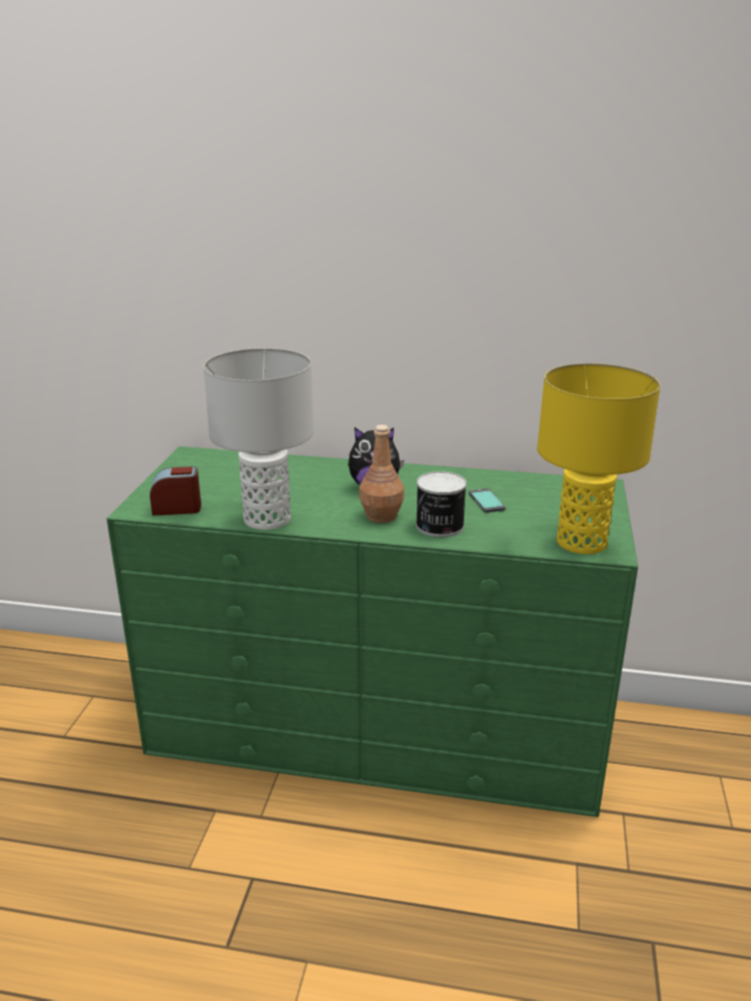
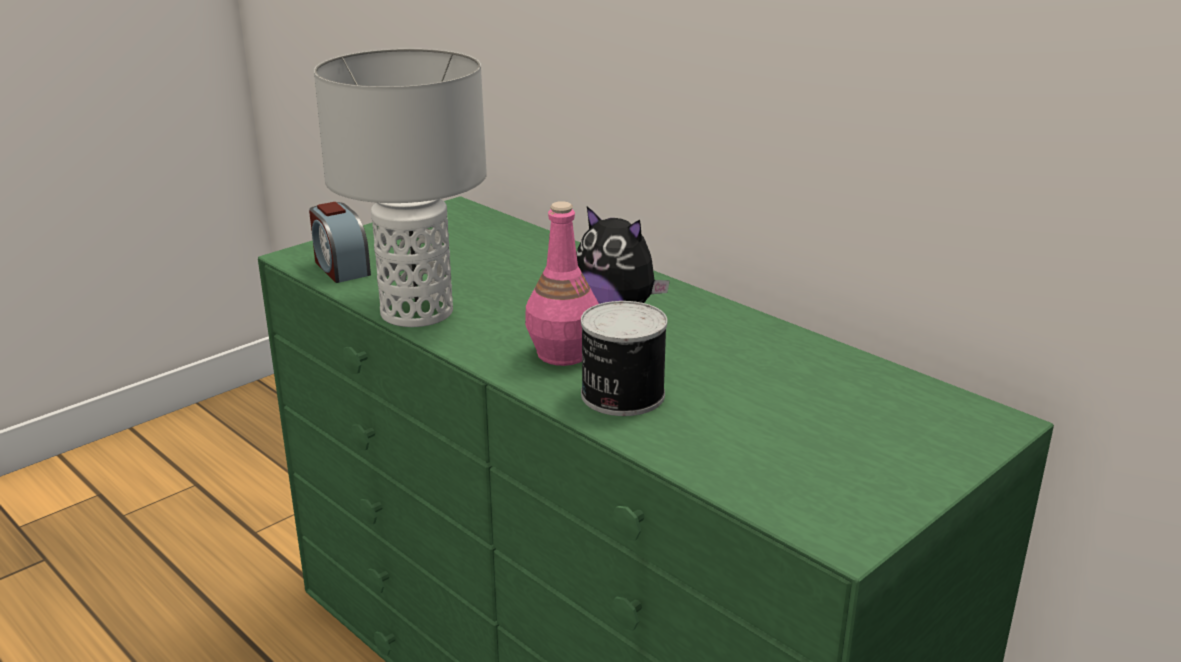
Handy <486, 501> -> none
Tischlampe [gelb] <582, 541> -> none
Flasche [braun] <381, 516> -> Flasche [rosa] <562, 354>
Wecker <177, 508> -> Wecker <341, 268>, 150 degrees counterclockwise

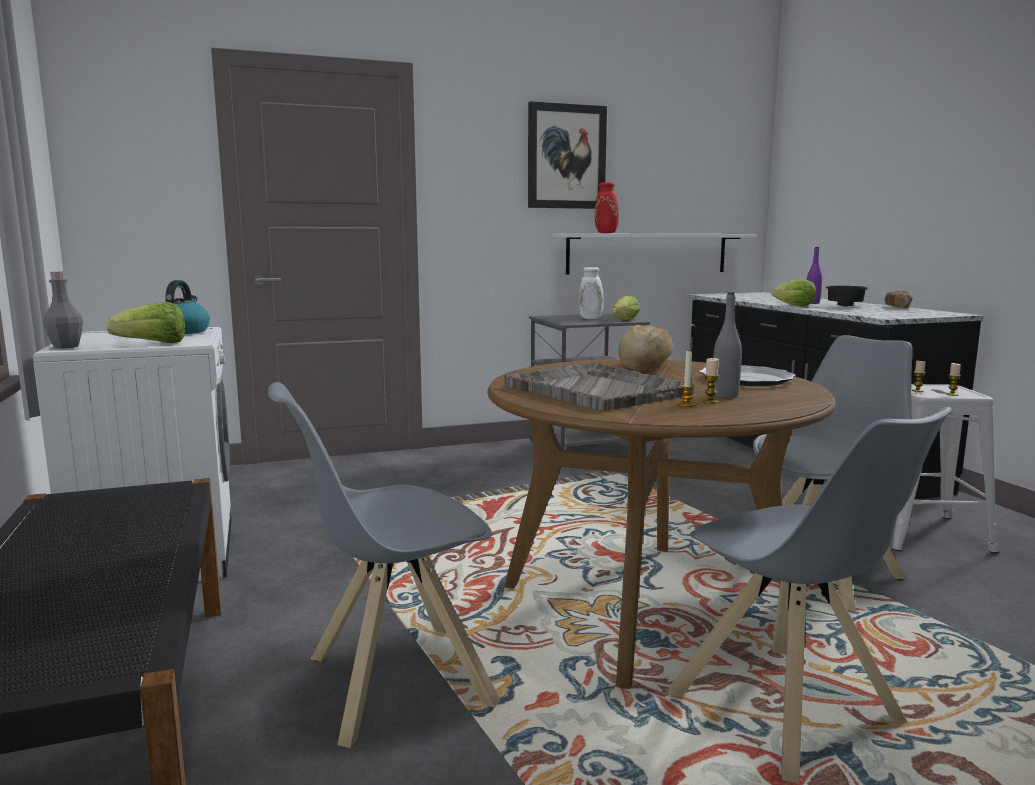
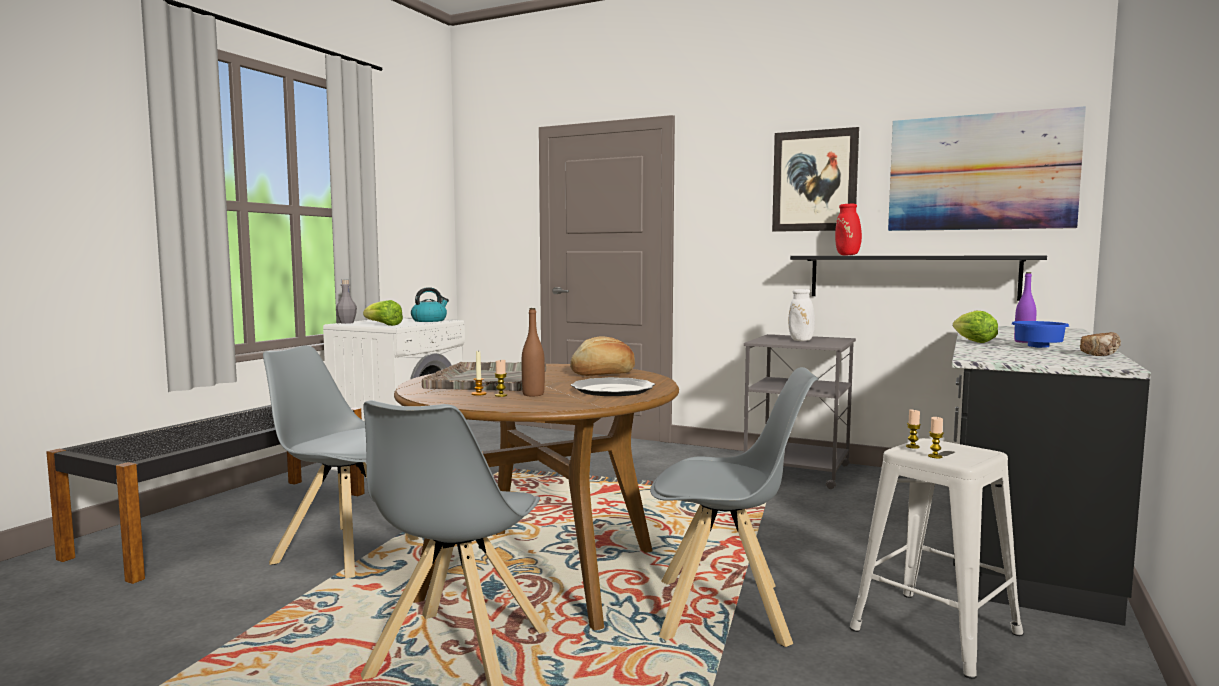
Salatkopf <624, 320> -> none
none -> Bild <981, 172>
Wandregal [weiß] <647, 253> -> Wandregal [schwarz] <911, 277>
Flasche [grau] <725, 395> -> Flasche [braun] <533, 394>
Schüssel [schwarz] <844, 306> -> Schüssel [blau] <1038, 347>

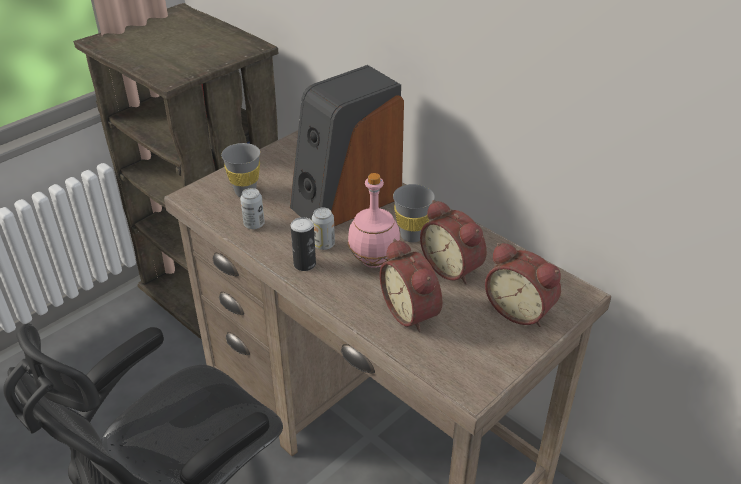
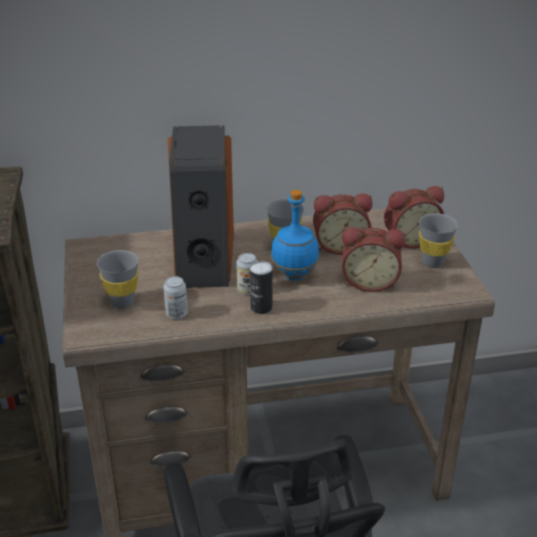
none -> Tasse [grau] <433, 262>
Flasche [rosa] <373, 261> -> Flasche [blau] <295, 275>

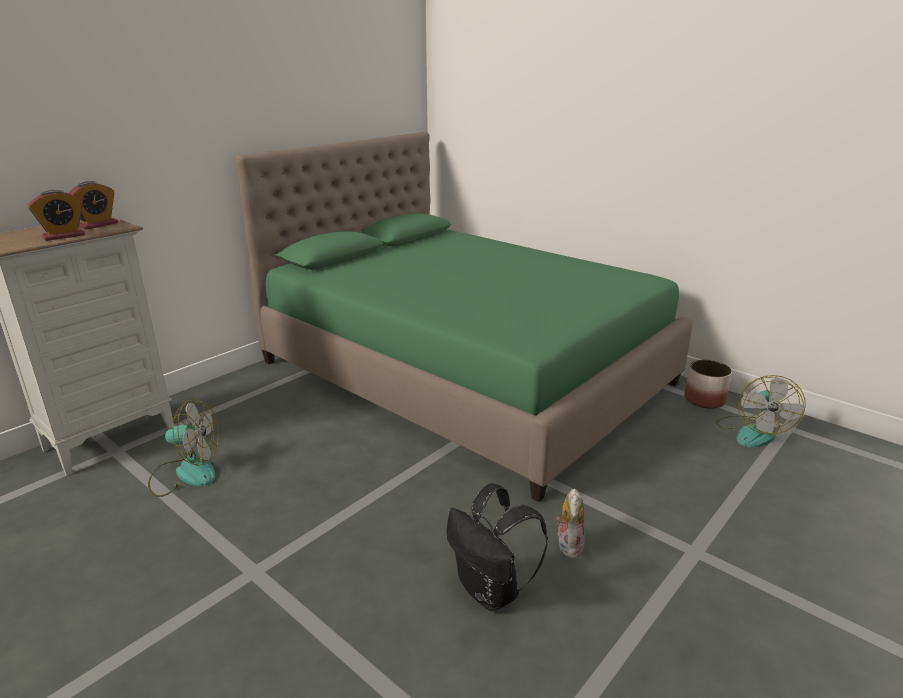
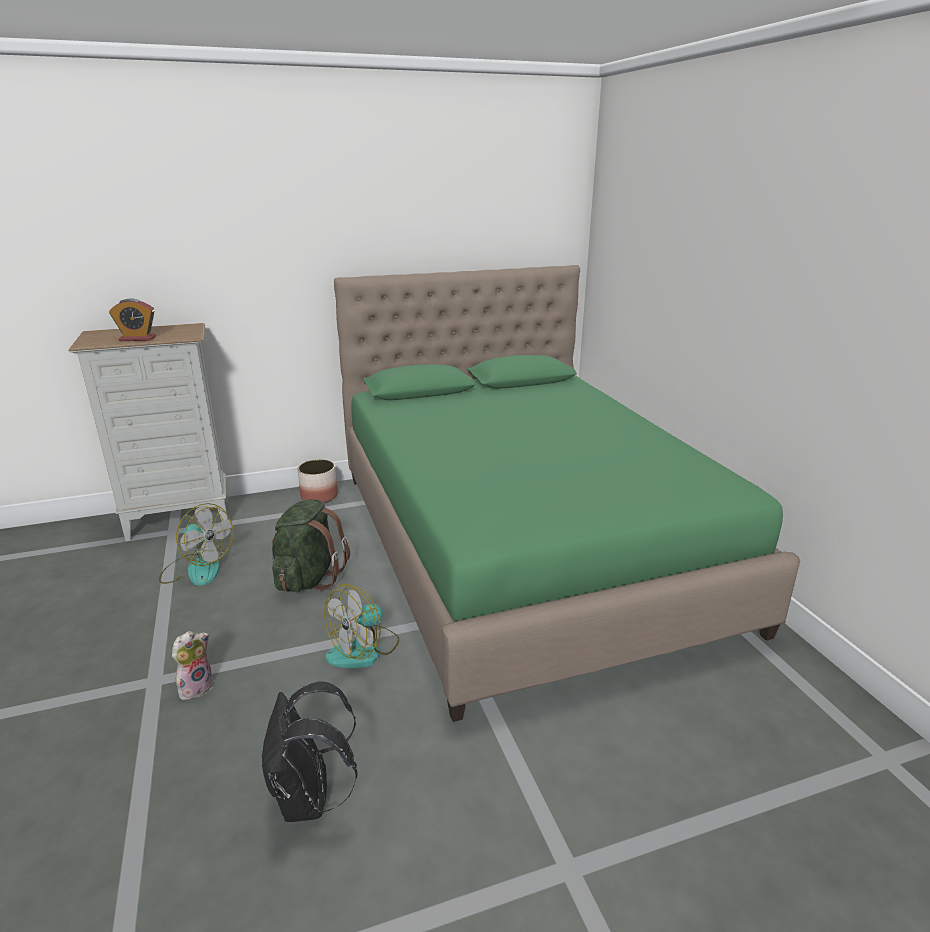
Wecker <98, 225> -> none
none -> Rucksack [grün] <309, 578>
Plüschtier <568, 544> -> Plüschtier <196, 687>, shifted
Pflanzkübel <704, 399> -> Pflanzkübel <319, 496>, shifted
Ventilator <752, 432> -> Ventilator <364, 649>, shifted

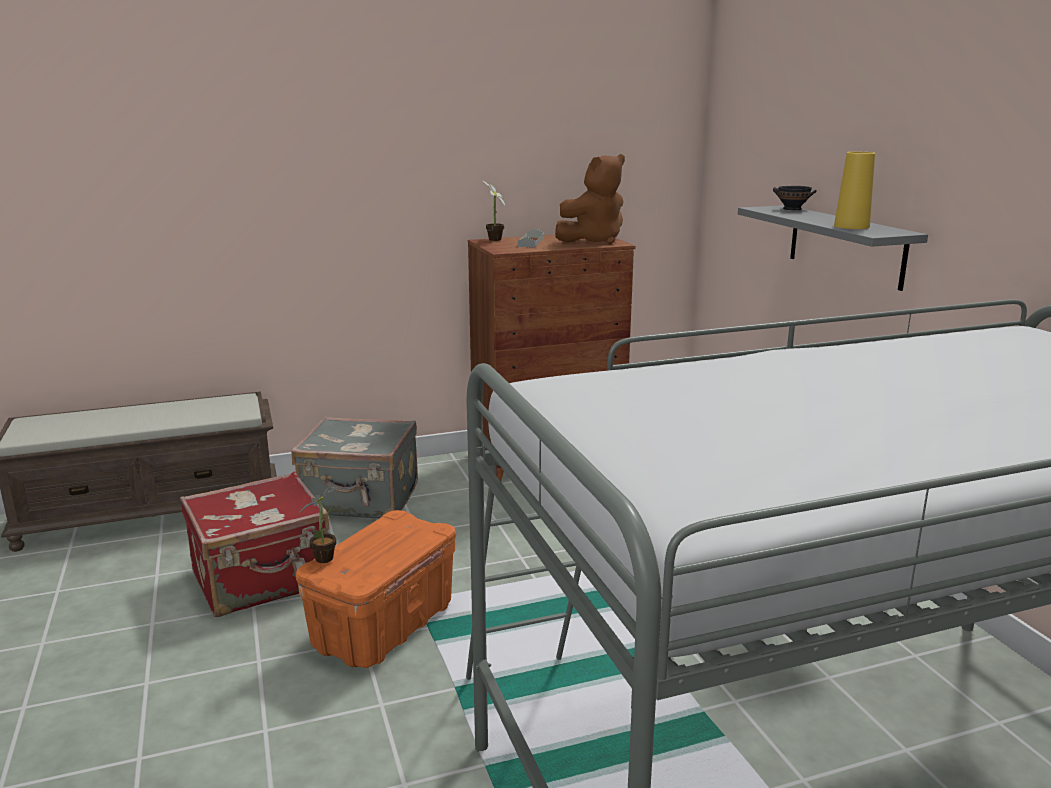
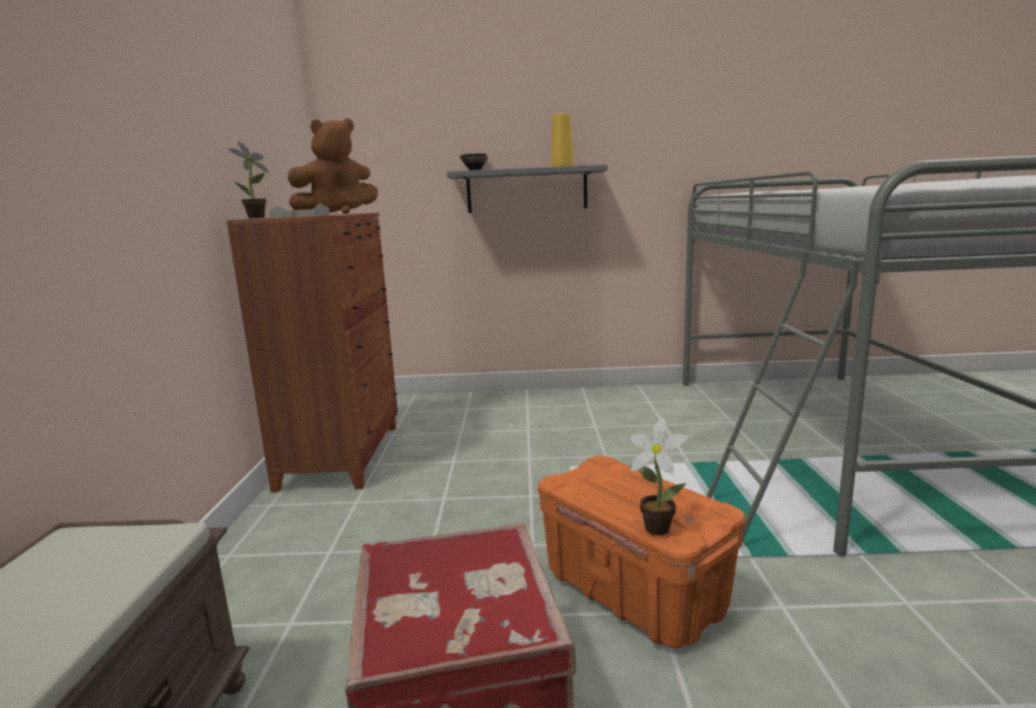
Koffer [grau] <361, 500> -> none
Plüschtier [braun] <593, 241> -> Plüschtier [braun] <337, 214>, 75 degrees clockwise

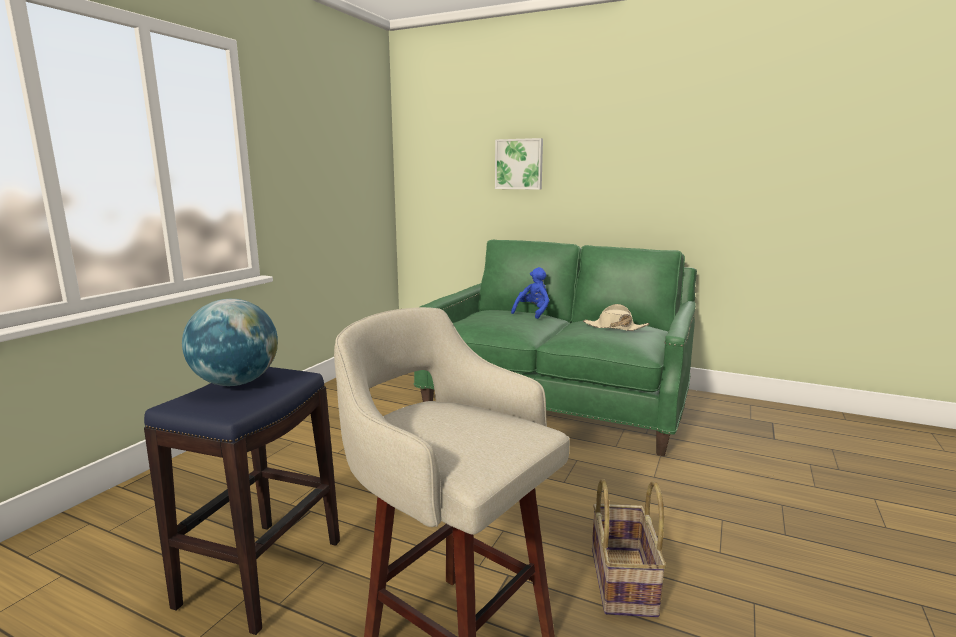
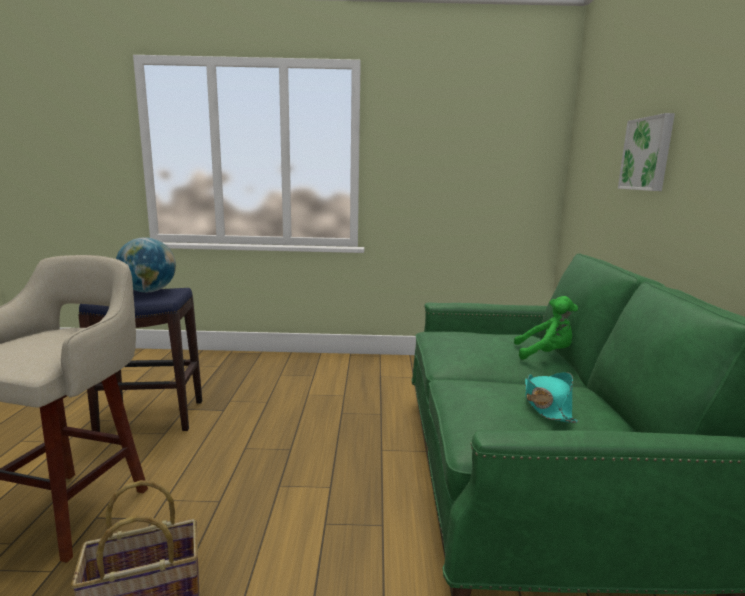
Plüschtier [blau] <533, 312> -> Plüschtier [grün] <545, 354>
Hut [beige] <614, 327> -> Hut [türkis] <547, 405>

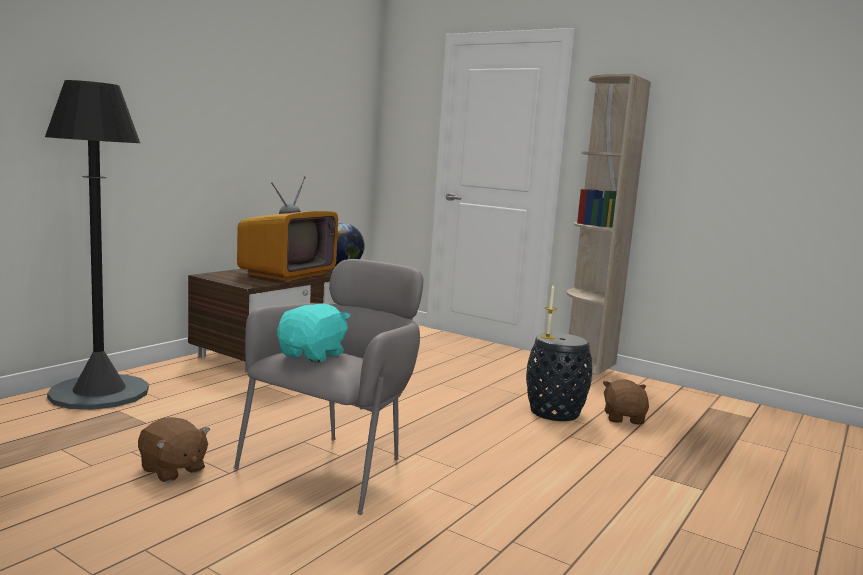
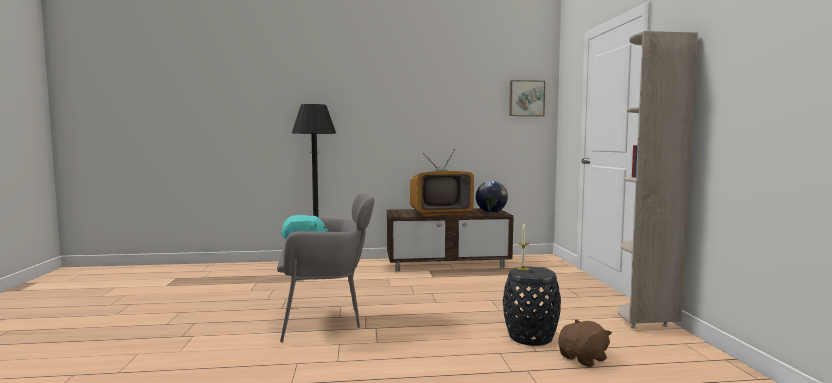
Plüschtier [braun] <172, 470> -> none
none -> Bild <526, 98>

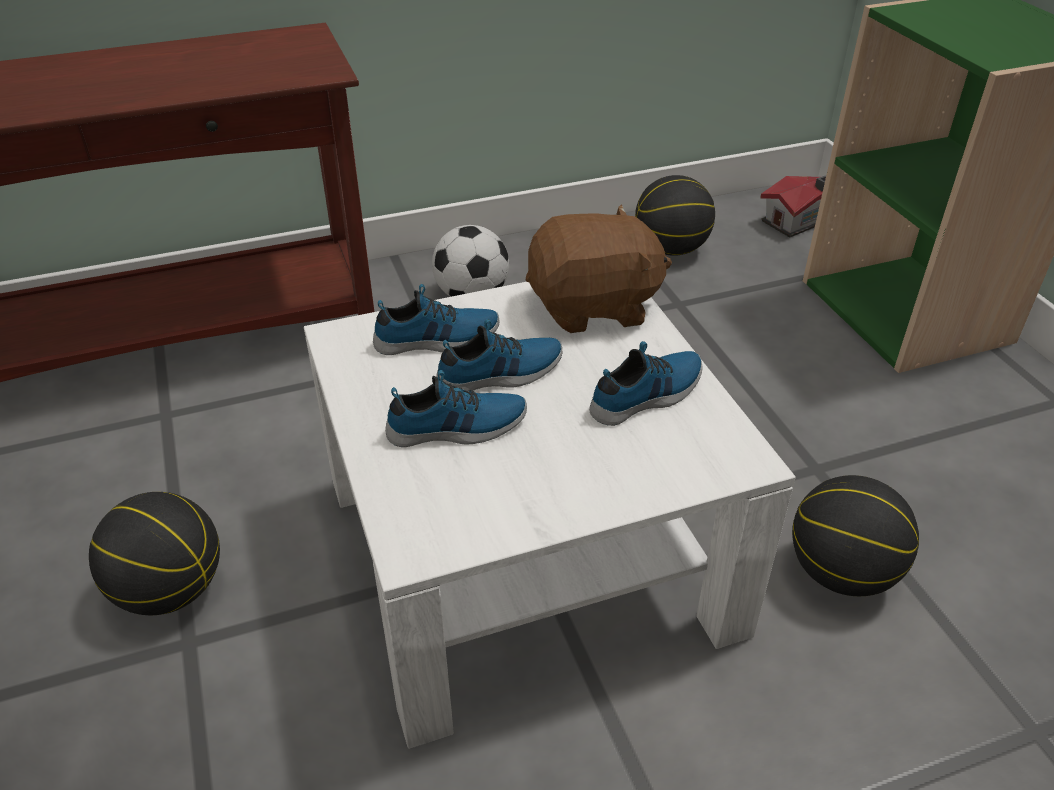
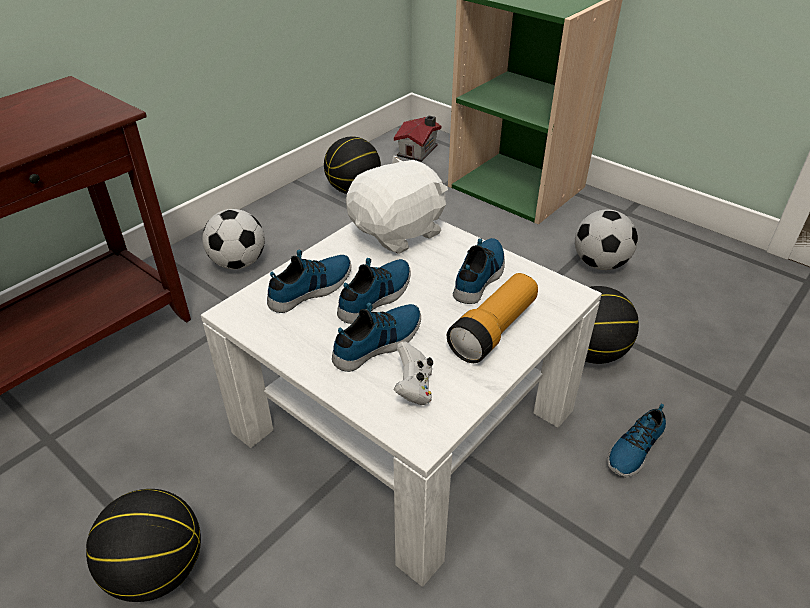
none -> Gamepad [weiß] <414, 388>
none -> Taschenlampe <494, 330>
none -> Fußball <600, 264>
none -> Schuh <634, 448>
Plüschtier [braun] <593, 307> -> Plüschtier [weiß] <398, 232>

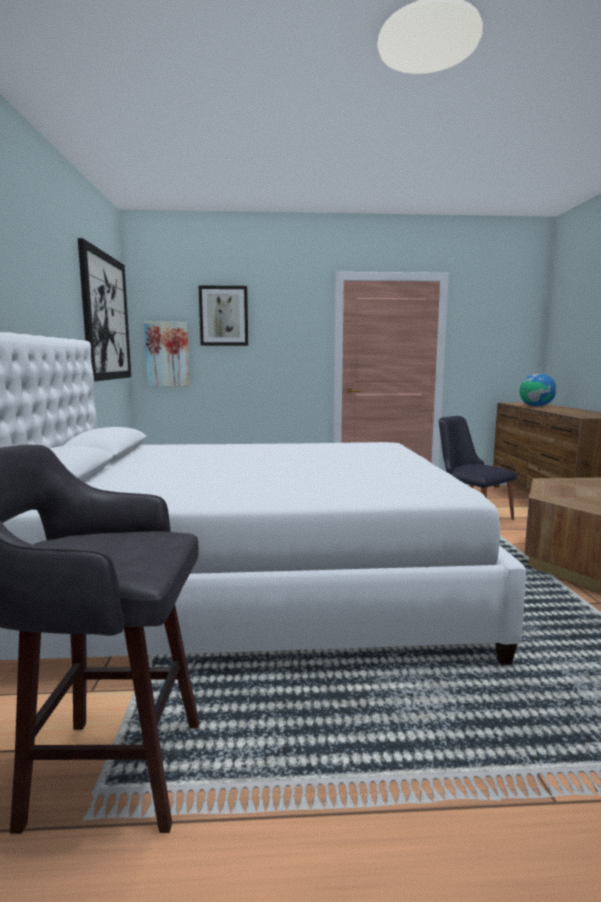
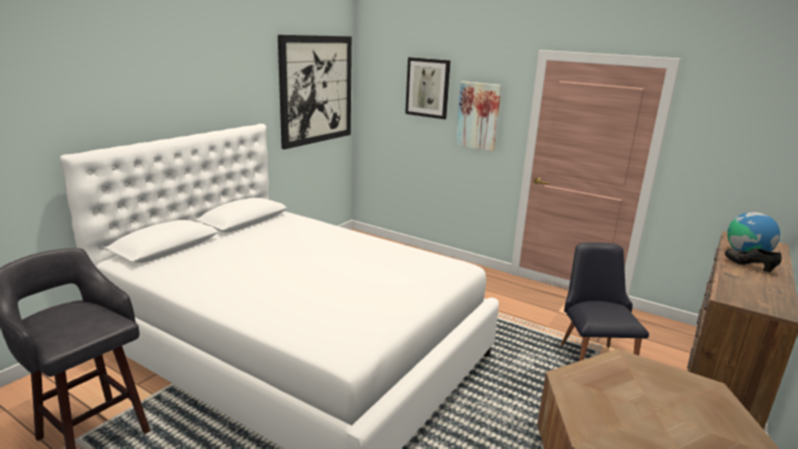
none -> Schuh [schwarz] <749, 266>
Bild <167, 354> -> Bild <478, 116>, shifted

